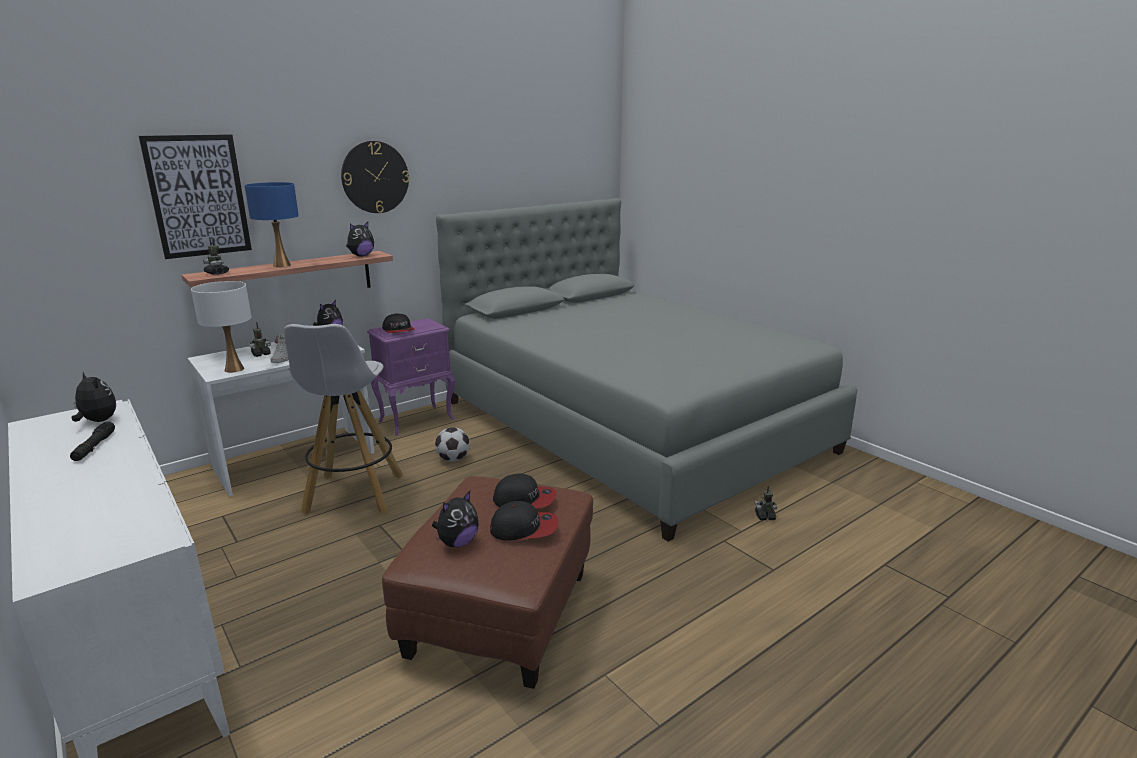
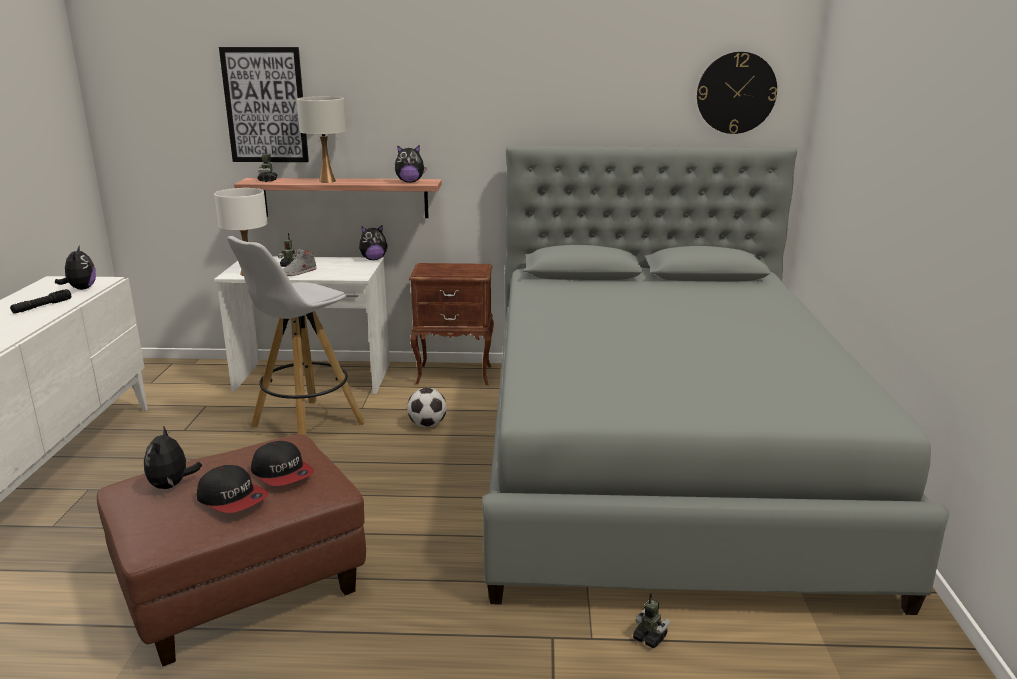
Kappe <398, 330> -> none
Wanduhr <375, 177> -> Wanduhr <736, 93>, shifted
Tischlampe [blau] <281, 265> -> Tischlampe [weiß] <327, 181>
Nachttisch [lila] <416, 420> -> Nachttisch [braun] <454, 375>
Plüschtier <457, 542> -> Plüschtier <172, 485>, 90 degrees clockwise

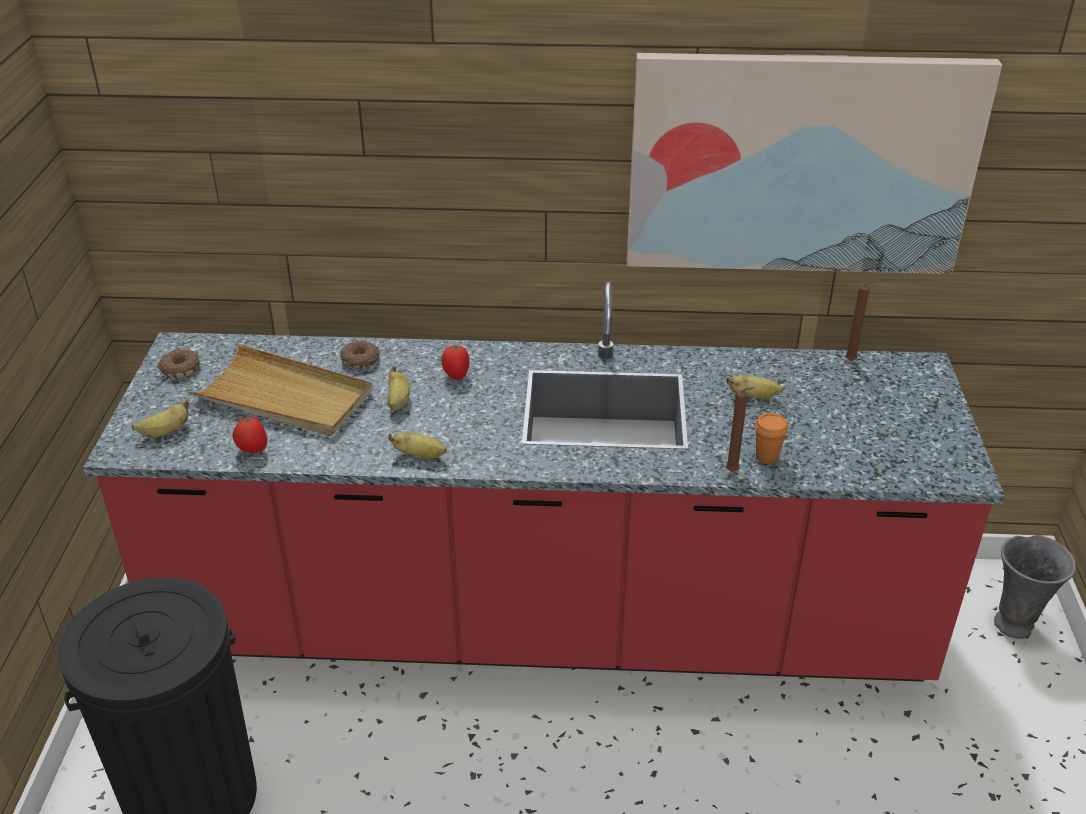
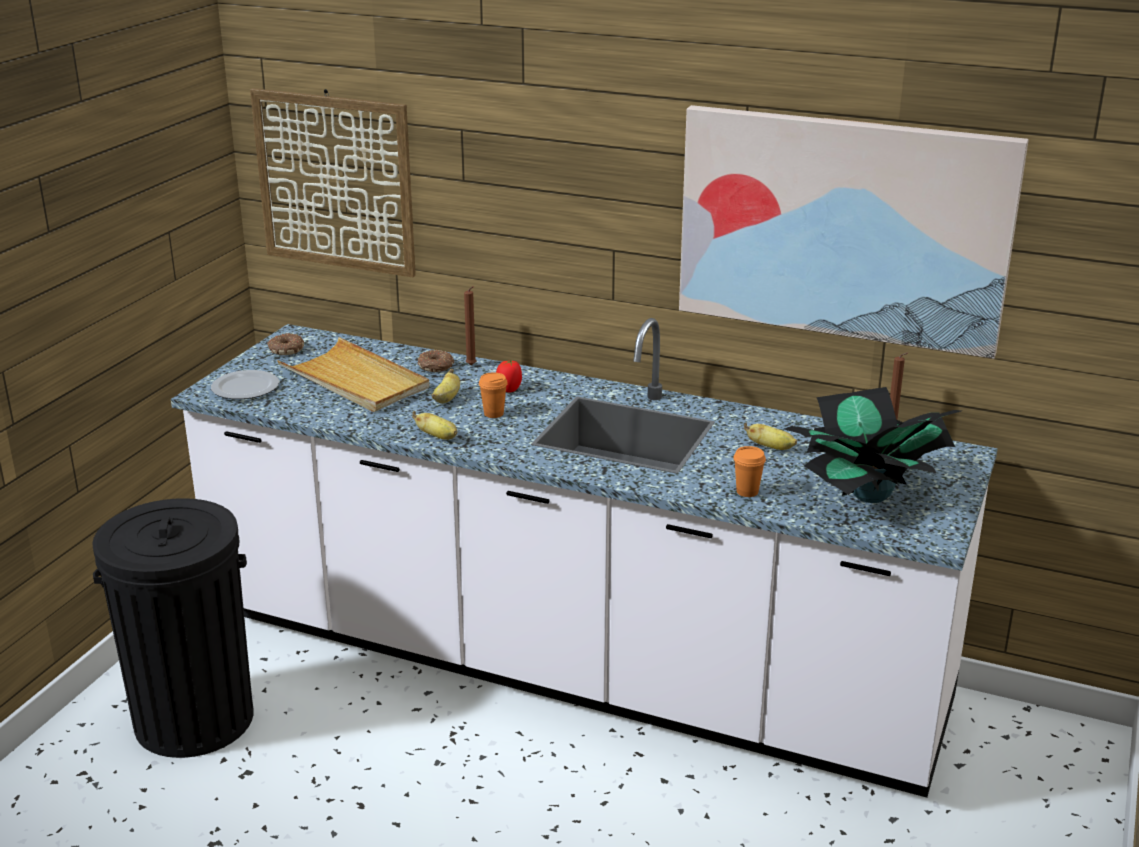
Tomate <252, 450> -> none
Vase [grau] <1015, 624> -> none
none -> Bild <335, 179>
none -> Tasse [orange] <494, 413>
none -> Topfpflanze <868, 495>
Kerze [braun] <734, 472> -> Kerze [braun] <472, 366>, shifted
Banane <165, 432> -> Teller <246, 387>
Küchenzeile [rot] <543, 621> -> Küchenzeile [weiß] <569, 662>

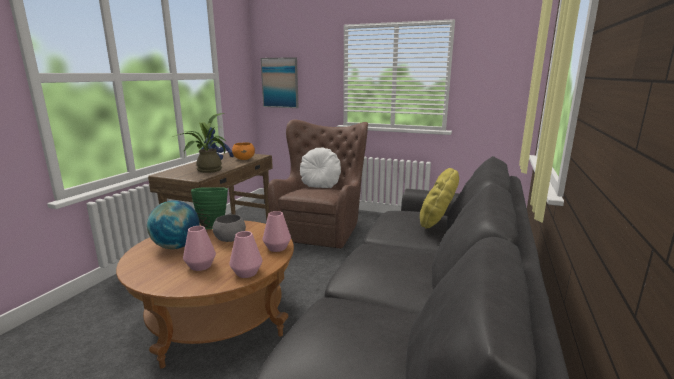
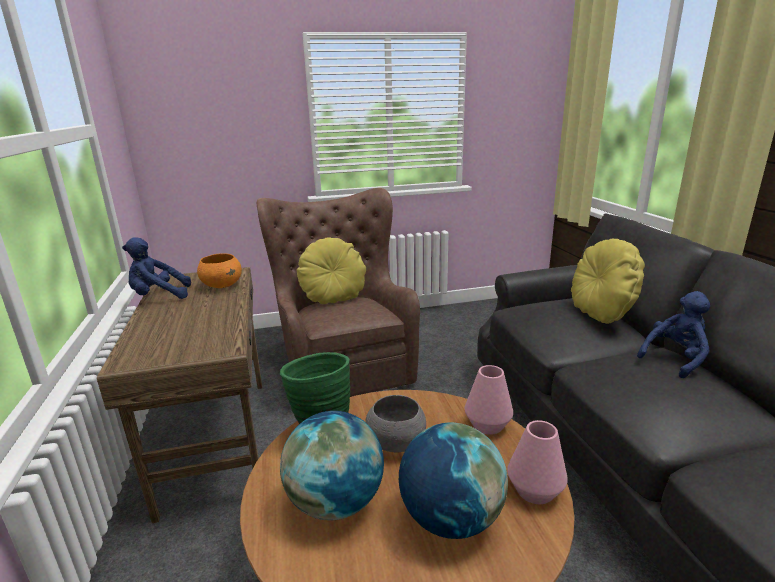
Topfpflanze <206, 170> -> none
Bild <280, 83> -> none
none -> Plüschtier [blau] <675, 359>
Vase [rosa] <200, 266> -> Globus <451, 518>
Kissen [weiß] <320, 186> -> Kissen [gelb] <333, 299>

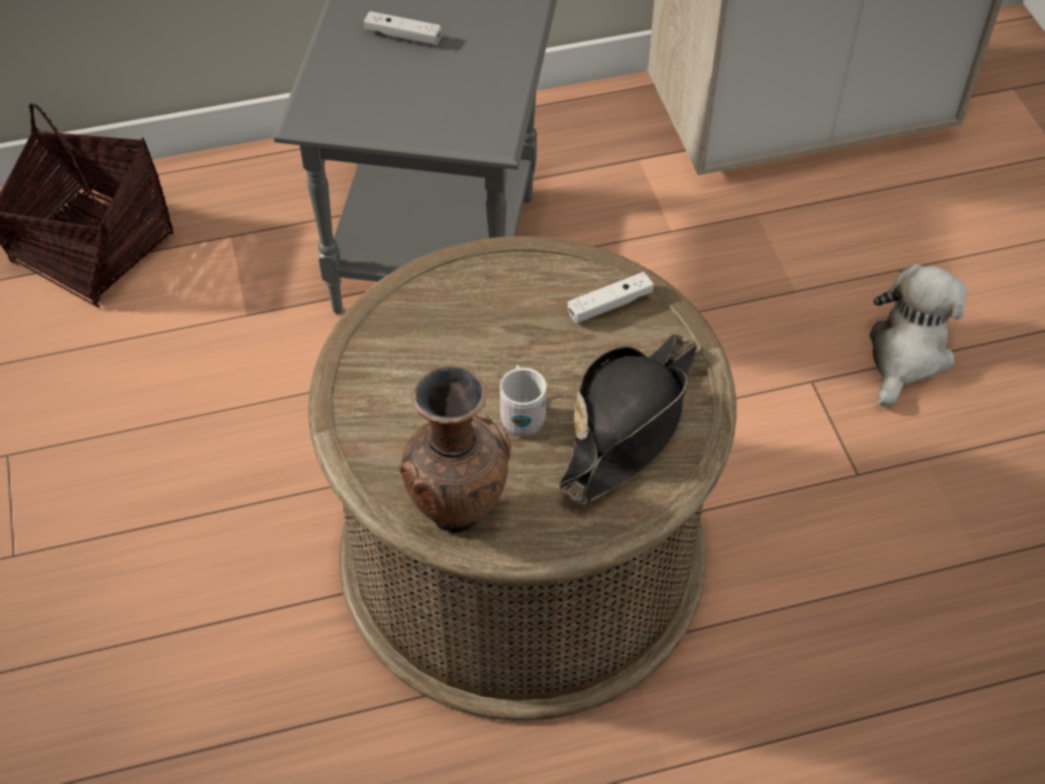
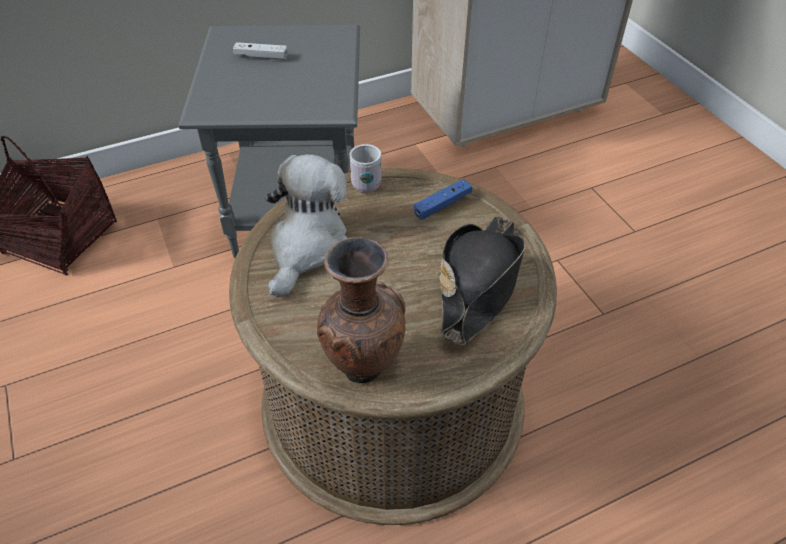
Henkelbecher [weiß] <522, 415> -> Henkelbecher [weiß] <365, 182>, shifted
Plüschtier <906, 355> -> Plüschtier <307, 246>, shifted
Gamepad [weiß] <610, 304> -> Gamepad [blau] <442, 205>

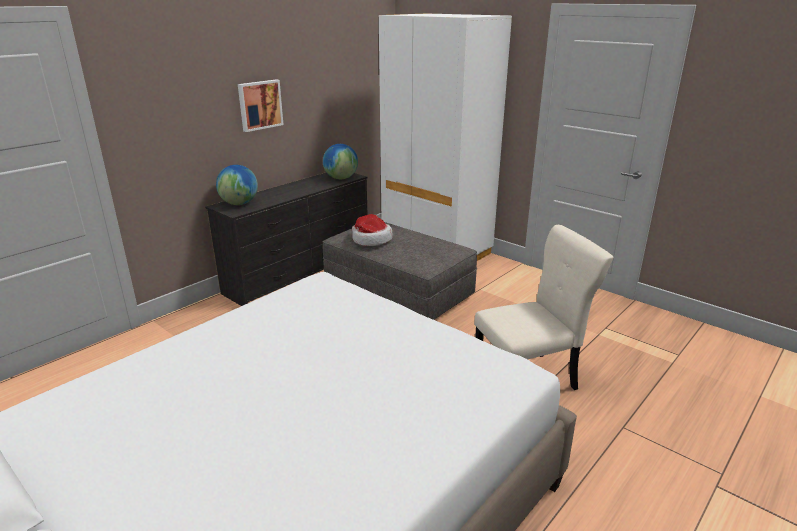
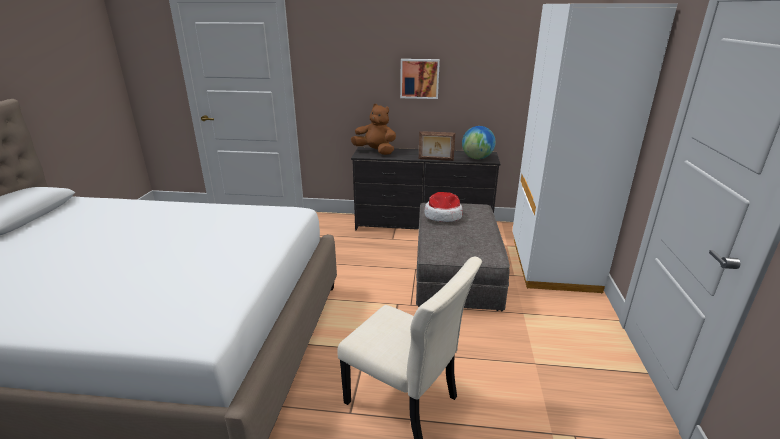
none -> Bilderrahmen <436, 159>
Globus <239, 204> -> Plüschtier [braun] <375, 151>

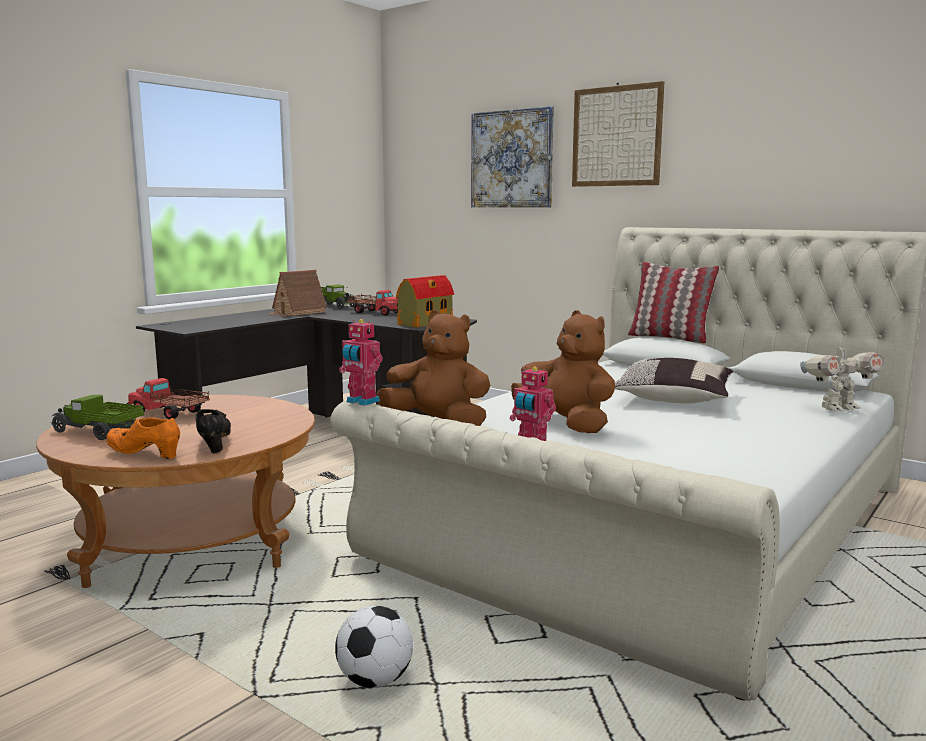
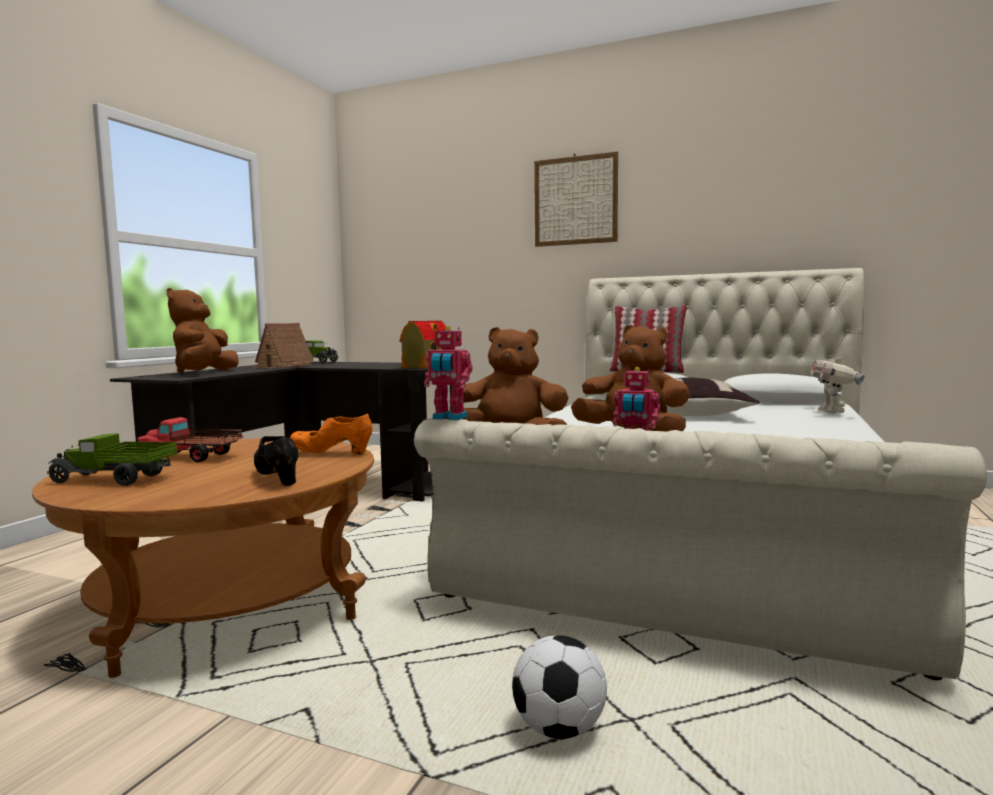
Spielzeuglaster <375, 312> -> none
Bild <512, 159> -> none
none -> Plüschtier [braun] <204, 373>
Schuh [orange] <145, 454> -> Schuh [orange] <331, 453>, shifted
Spielzeugroboter <837, 408> -> Spielzeugroboter <833, 412>, 135 degrees clockwise

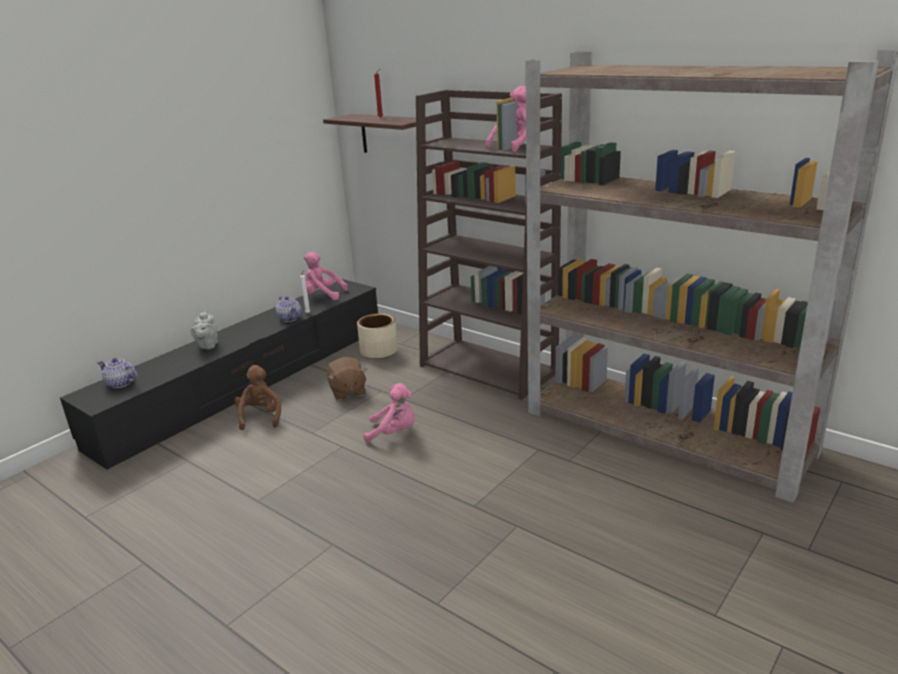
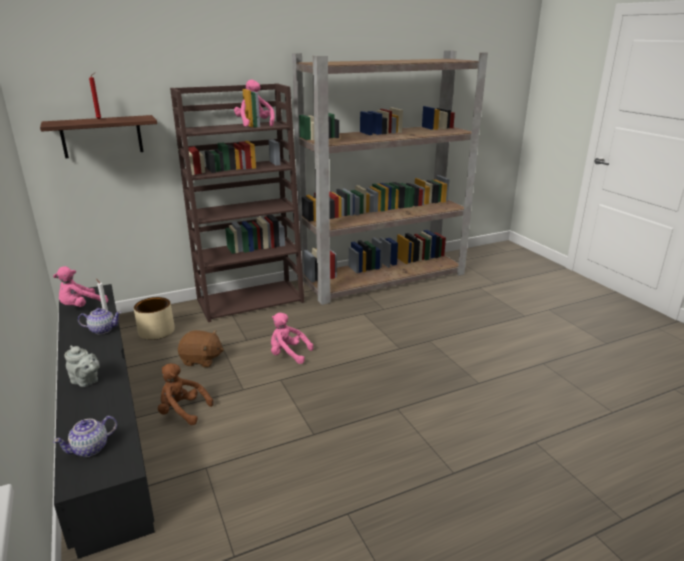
Plüschtier [rosa] <394, 432> -> Plüschtier [rosa] <288, 354>, 105 degrees counterclockwise

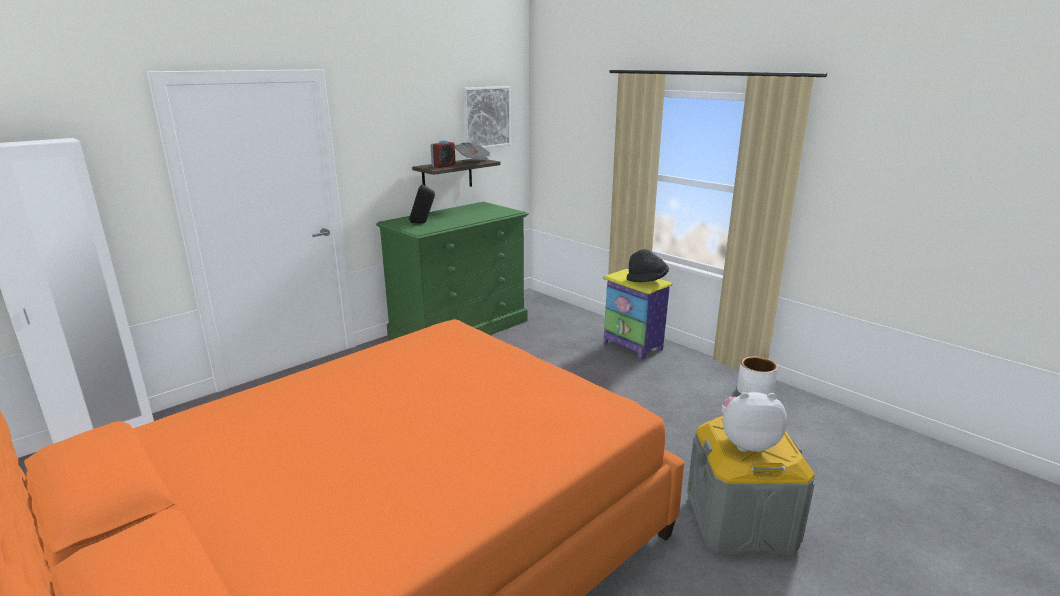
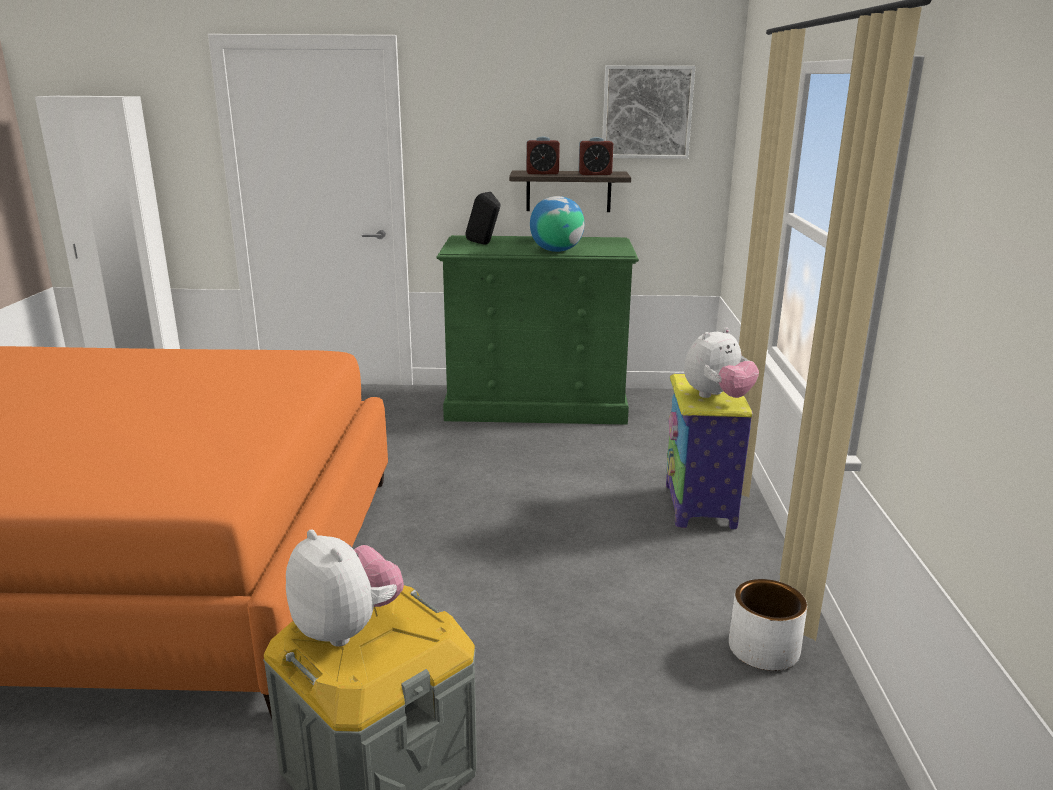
none -> Globus <556, 251>
Zeitung <474, 162> -> Wecker <595, 174>
Hut [schwarz] <647, 280> -> Plüschtier <717, 397>

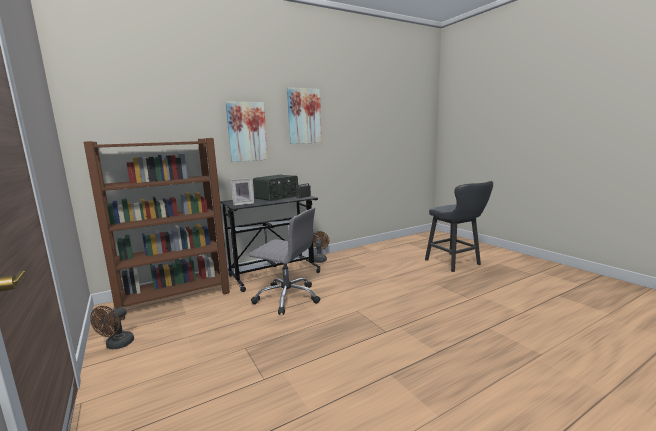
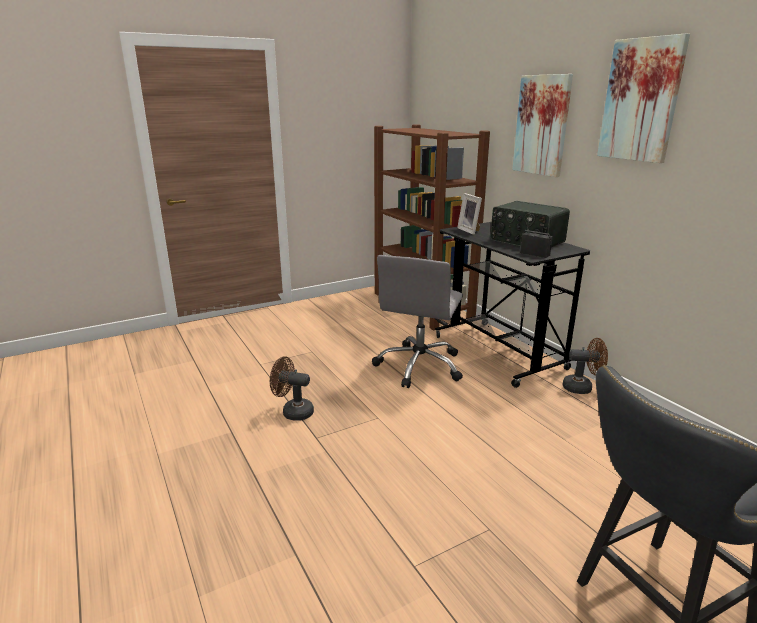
Ventilator [braun] <117, 345> -> Ventilator [braun] <293, 412>, shifted

